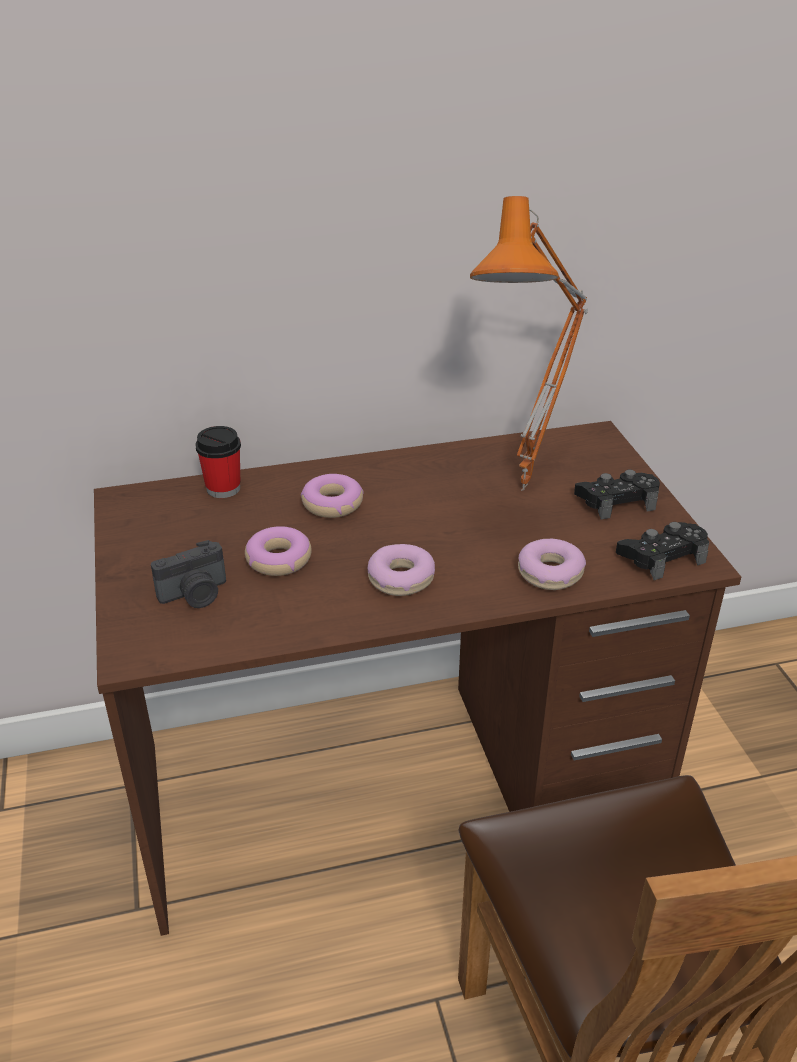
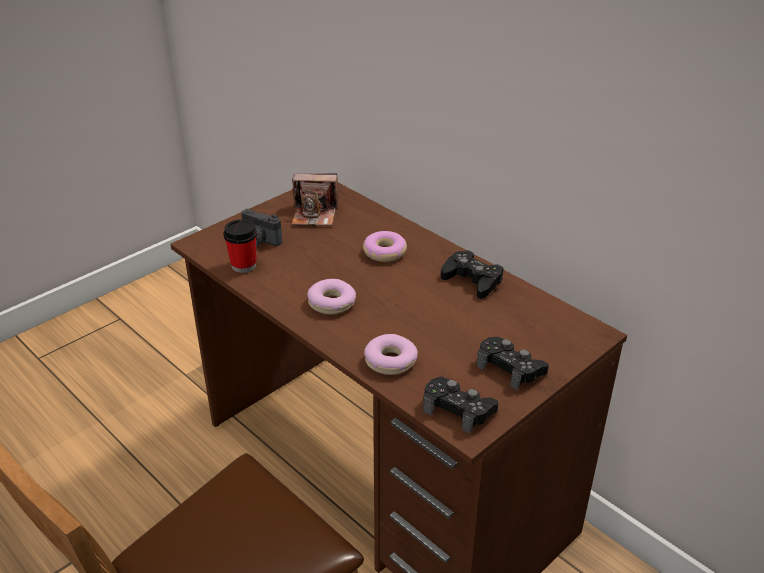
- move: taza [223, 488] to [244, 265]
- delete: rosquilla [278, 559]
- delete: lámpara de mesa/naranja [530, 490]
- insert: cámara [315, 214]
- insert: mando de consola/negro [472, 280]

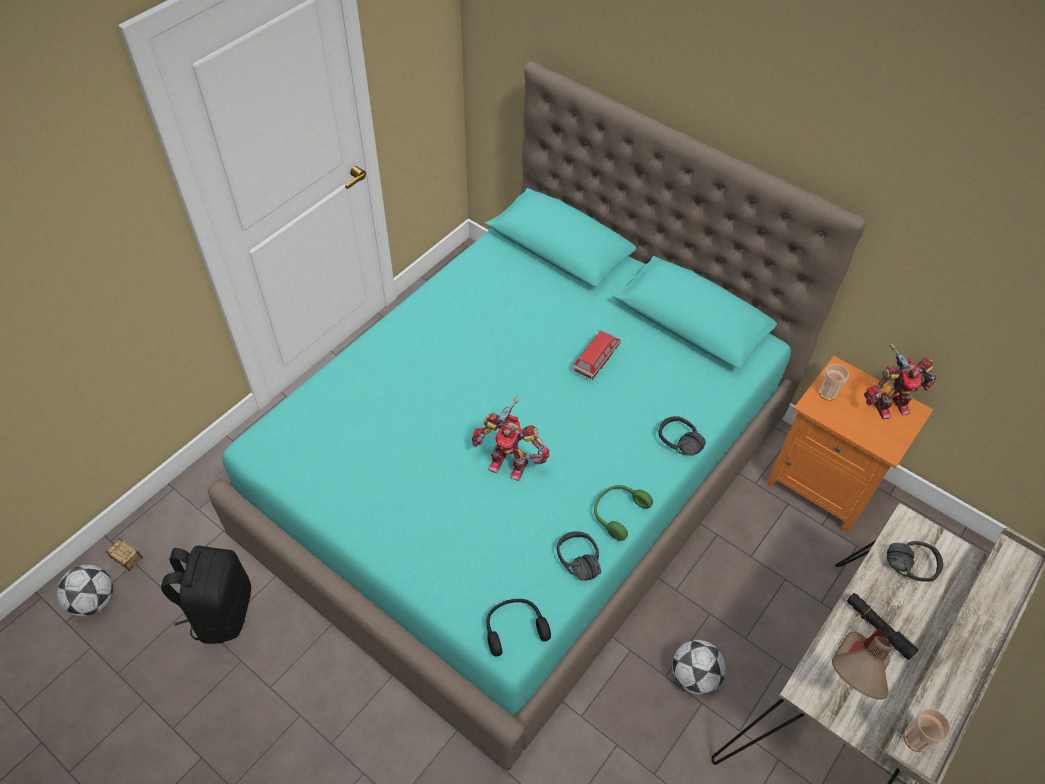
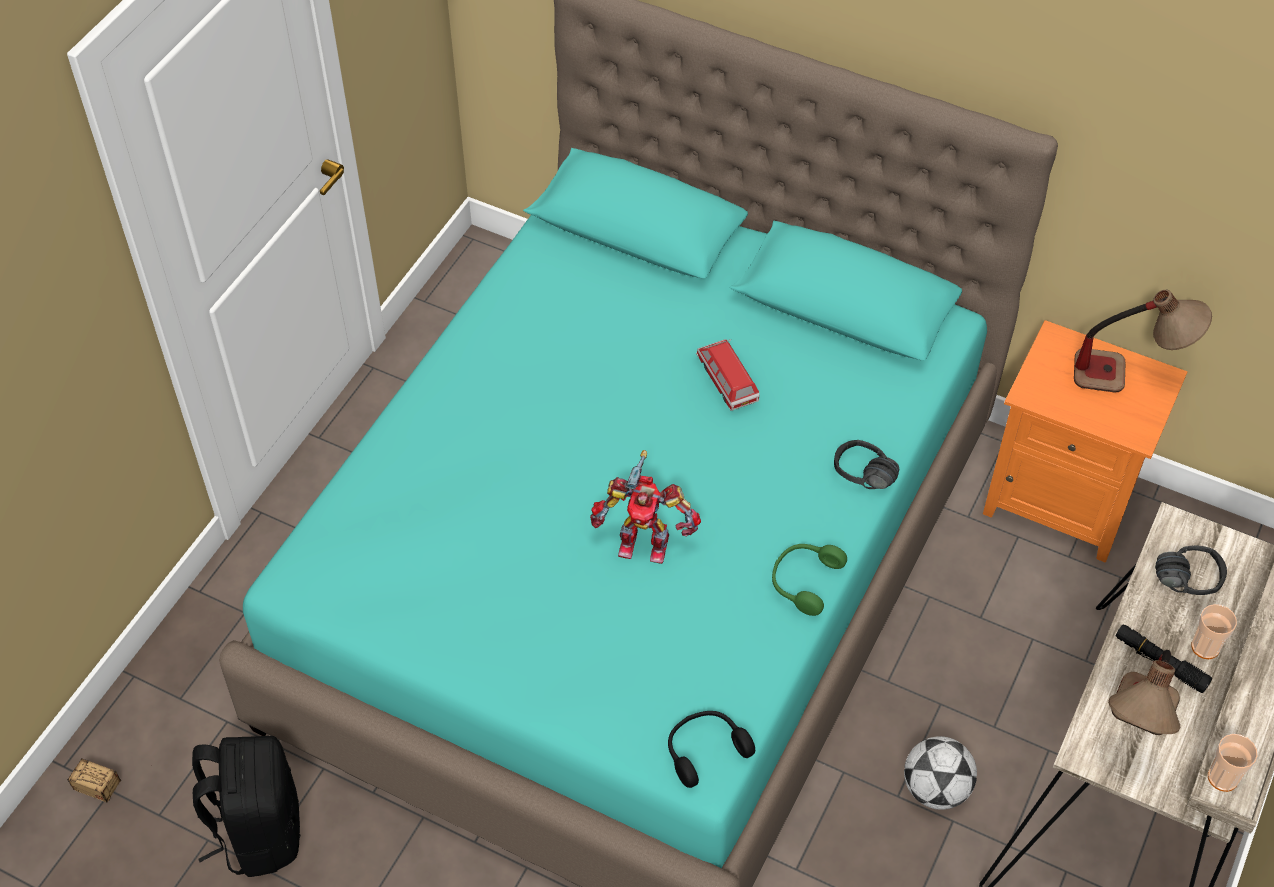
- delete: balón de fútbol [94, 601]
- delete: auriculares/negro [572, 564]
- rotate: coche de juguete [596, 359] = [727, 381] 45 degrees counterclockwise
- move: taza [827, 393] to [1205, 647]
- replace: robot de juguete [889, 405] to lámpara de mesa [1129, 375]

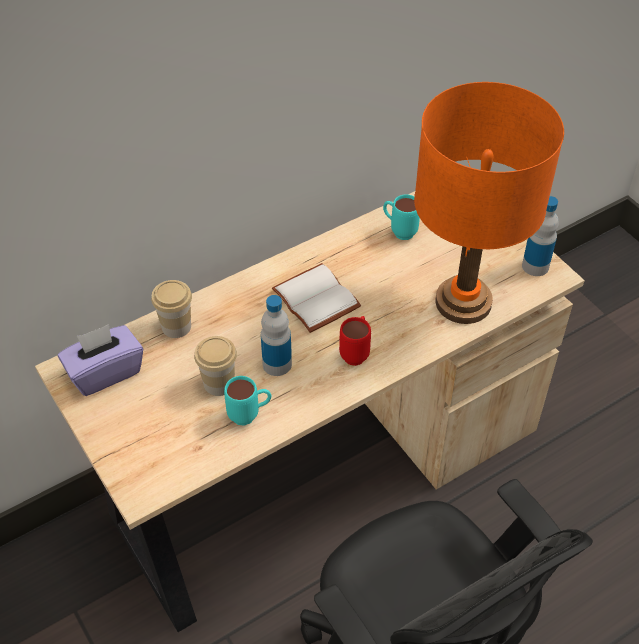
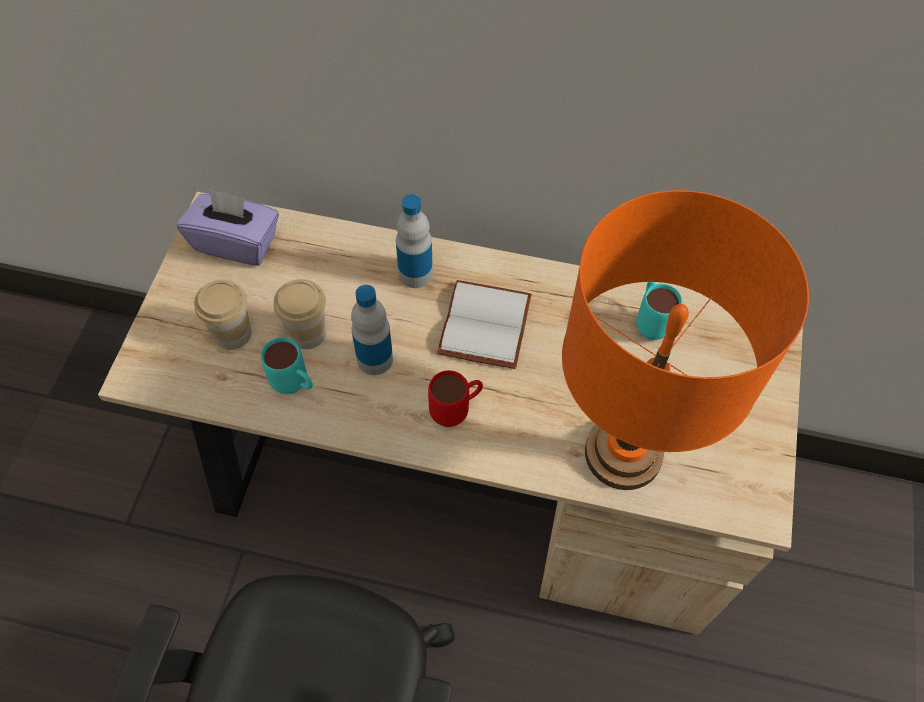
- move: taza [176, 326] to [232, 333]
- move: botella [535, 266] to [415, 274]

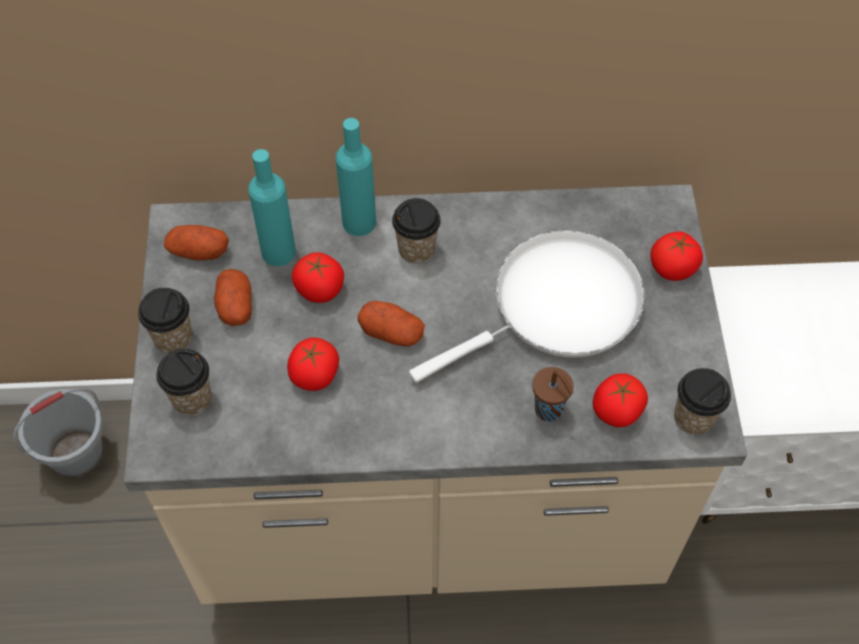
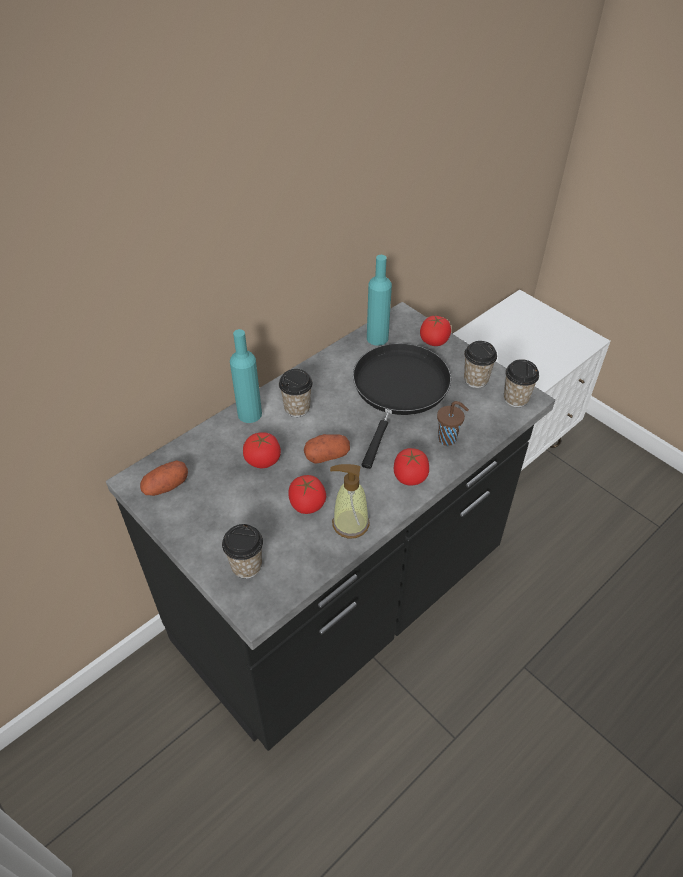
- delete: cubo/gris [77, 453]
- recolor: mueble bajo de cocina/beis [429, 506] to mueble bajo de cocina/negro [341, 601]
- move: taza [173, 338] to [476, 379]
- delete: patata [235, 306]
- move: botella/turquesa [278, 252] to [377, 338]
- recolor: sartén/blanco [557, 306] to sartén/negro [399, 390]
- move: tomate [617, 410] to [410, 476]
- insert: dispensador de jabón [350, 523]

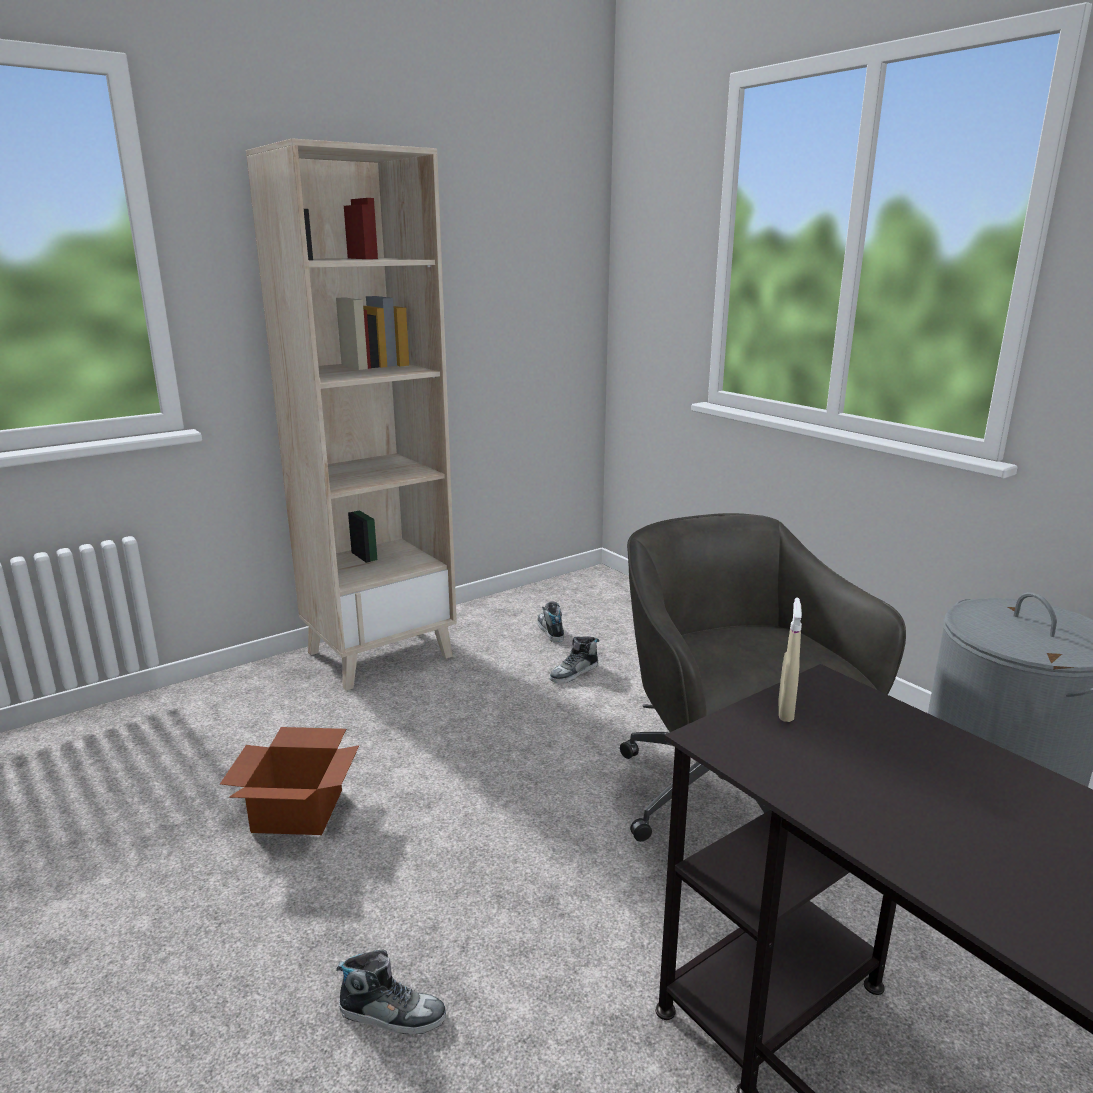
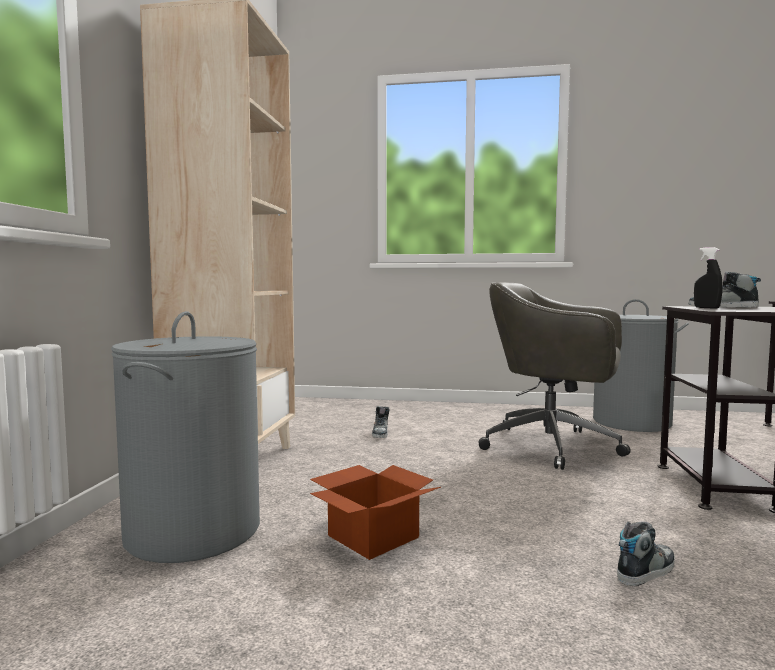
- move: zapato [550, 631] to [722, 307]
- recolor: pulverizador/beis [785, 711] to pulverizador/negro [706, 308]
- insert: cesto de la ropa/gris [193, 531]

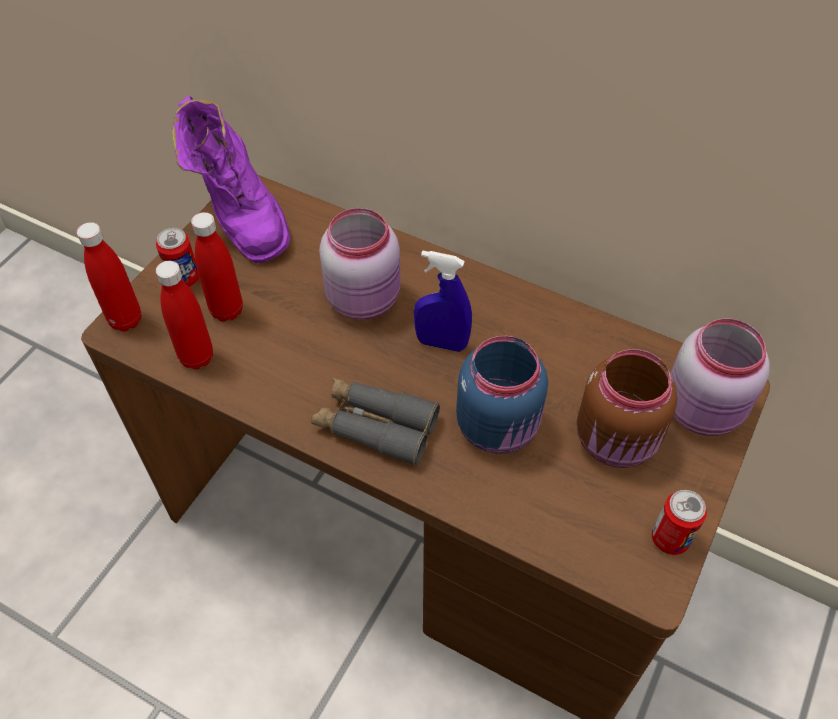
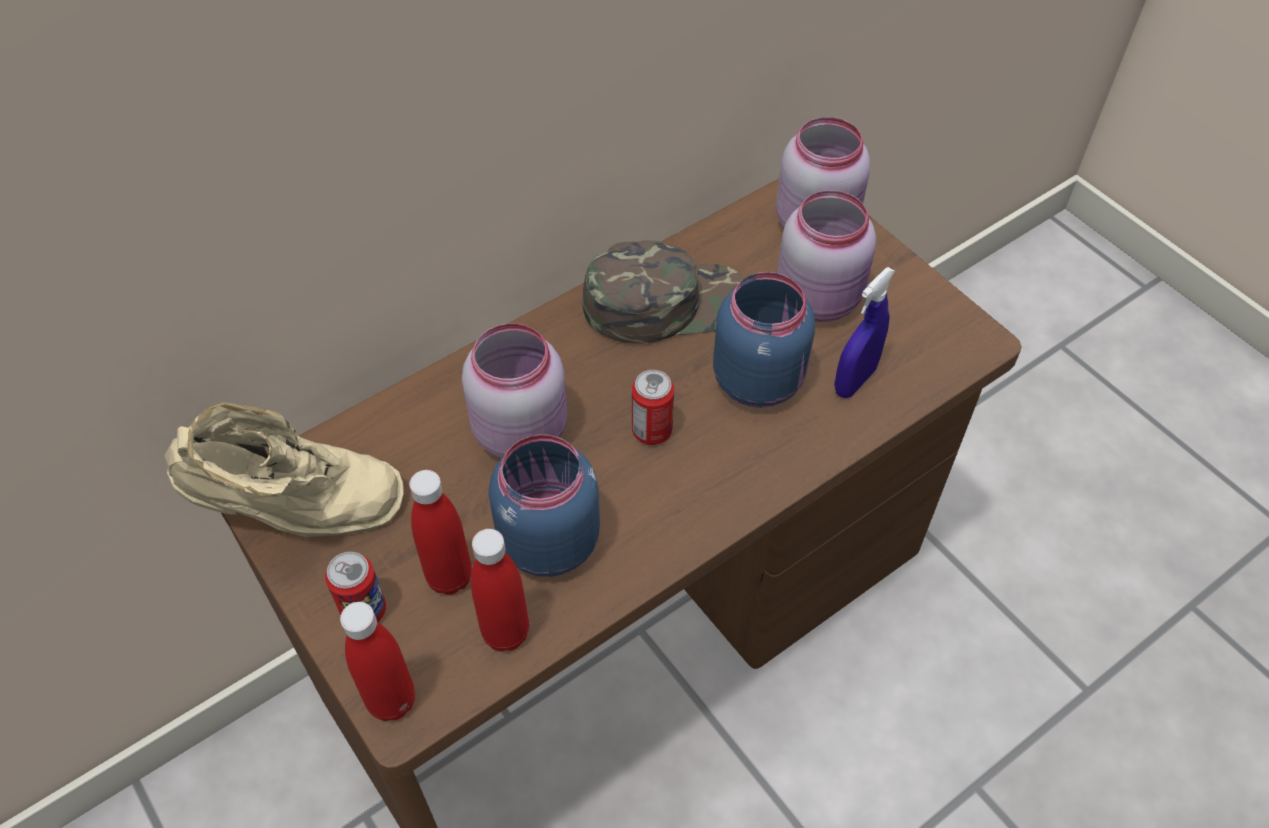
- recolor: bota/morado [241, 218] to bota/beis [299, 513]
- delete: prismáticos/gris [375, 426]
- move: pulverizador/azul [441, 343] to [854, 381]
- recolor: tarro/marrón [617, 442] to tarro/rosa [820, 298]
- move: lata [670, 539] to [652, 431]
- insert: tarro/azul [546, 541]
- insert: gorra/verde [665, 302]

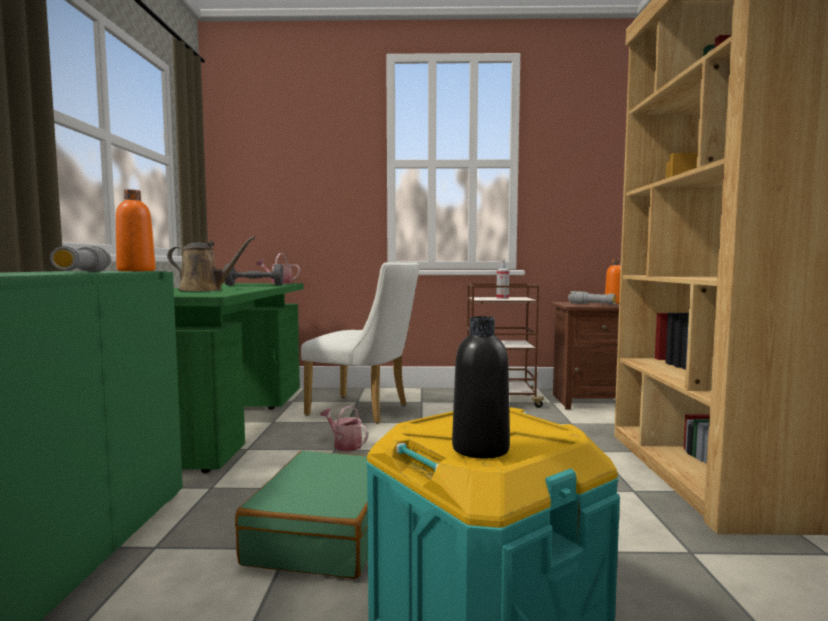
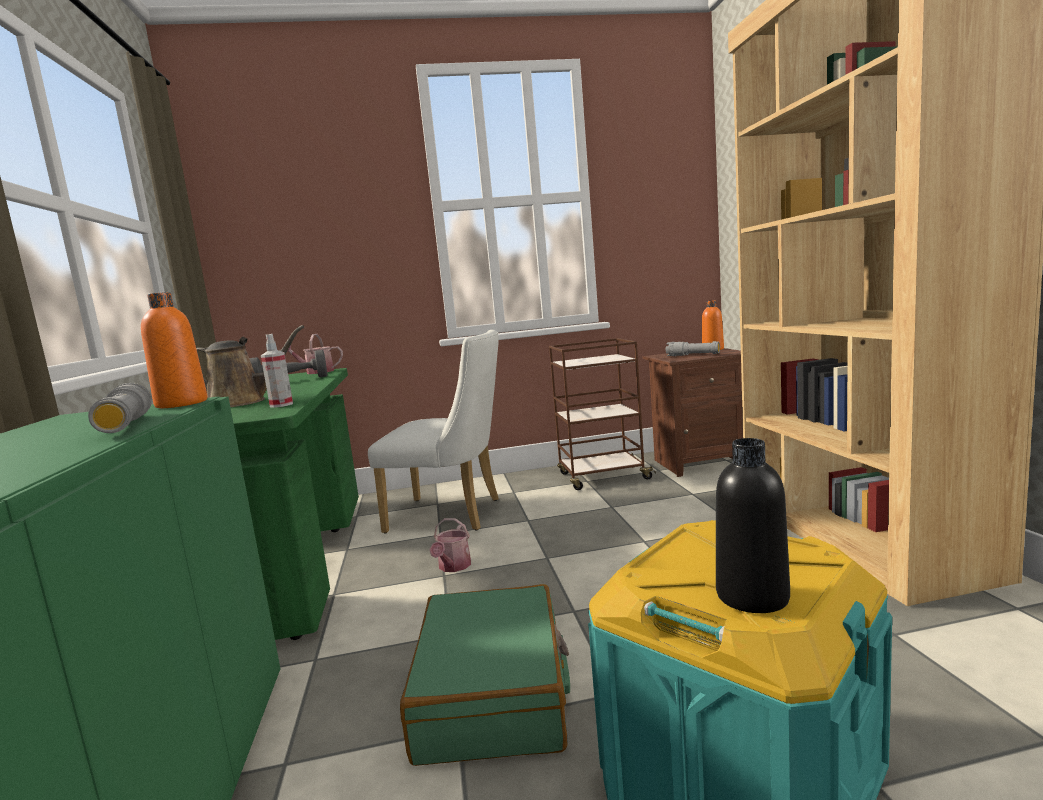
- rotate: regadera [344, 445] = [453, 567] 105 degrees counterclockwise
- move: pulverizador [502, 298] to [281, 405]

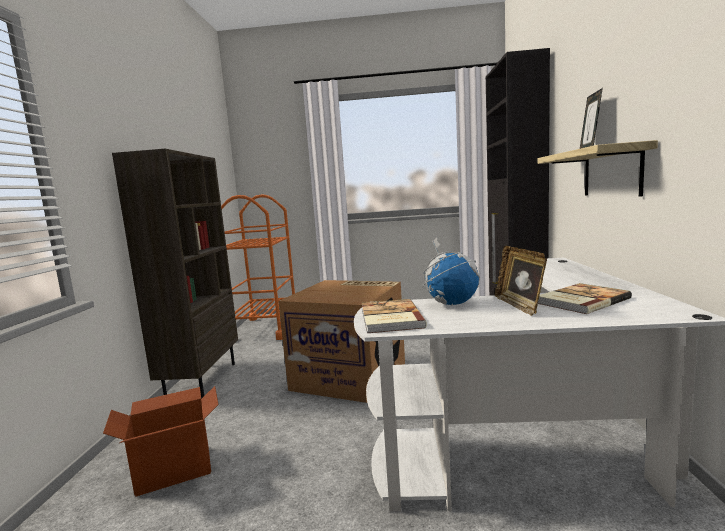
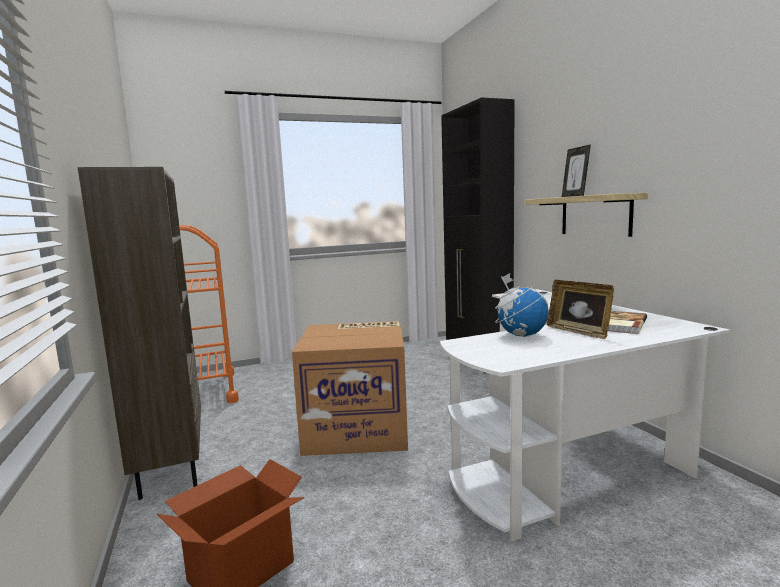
- delete: libro [389, 318]

